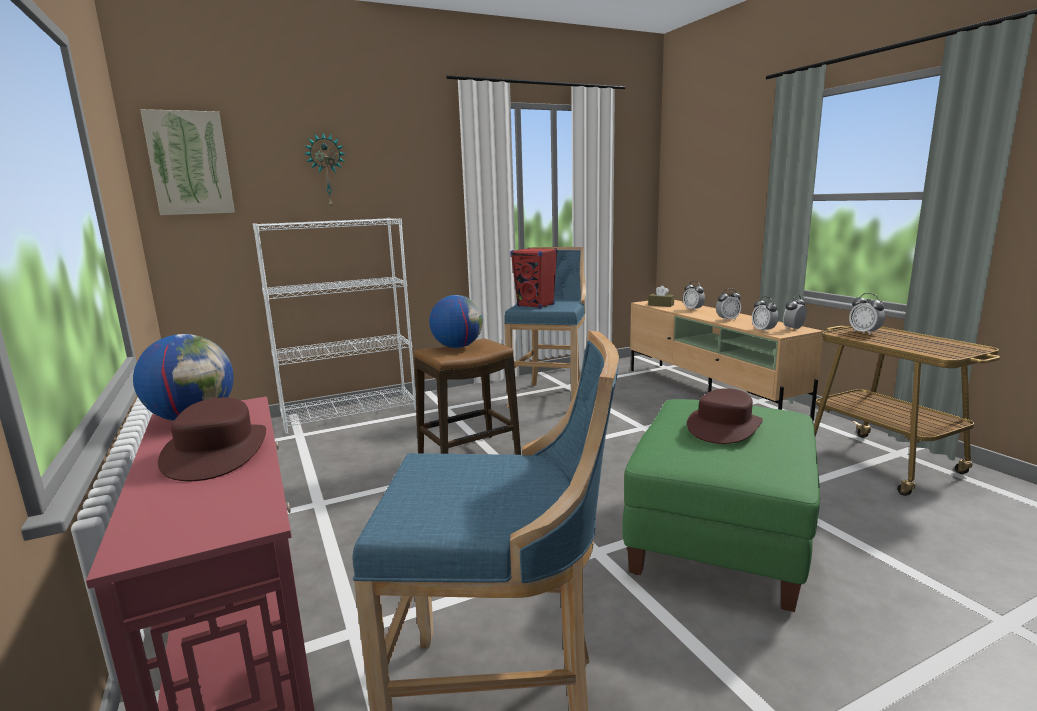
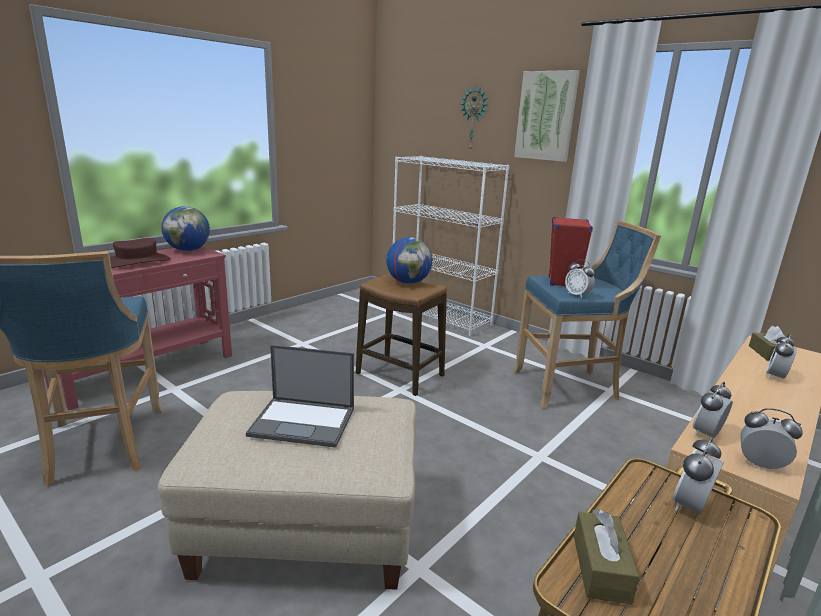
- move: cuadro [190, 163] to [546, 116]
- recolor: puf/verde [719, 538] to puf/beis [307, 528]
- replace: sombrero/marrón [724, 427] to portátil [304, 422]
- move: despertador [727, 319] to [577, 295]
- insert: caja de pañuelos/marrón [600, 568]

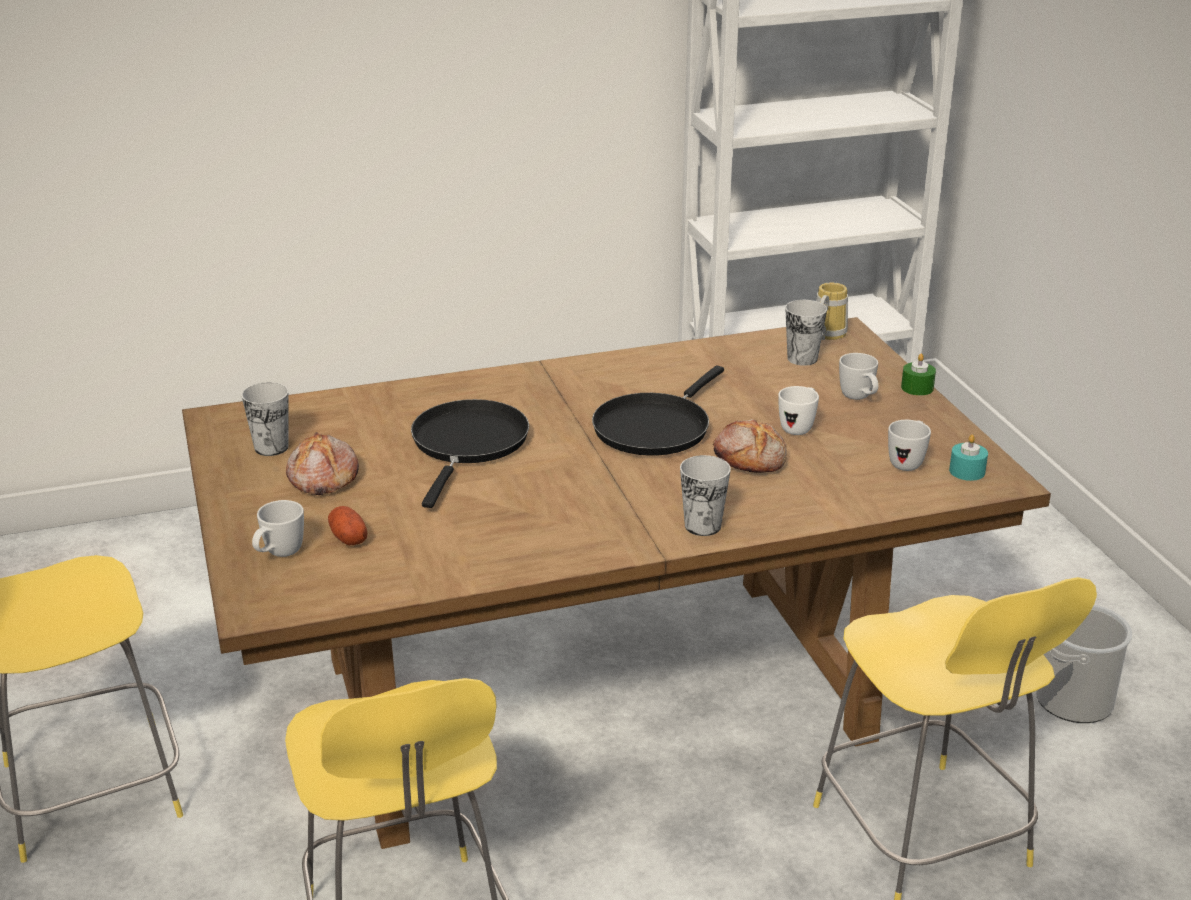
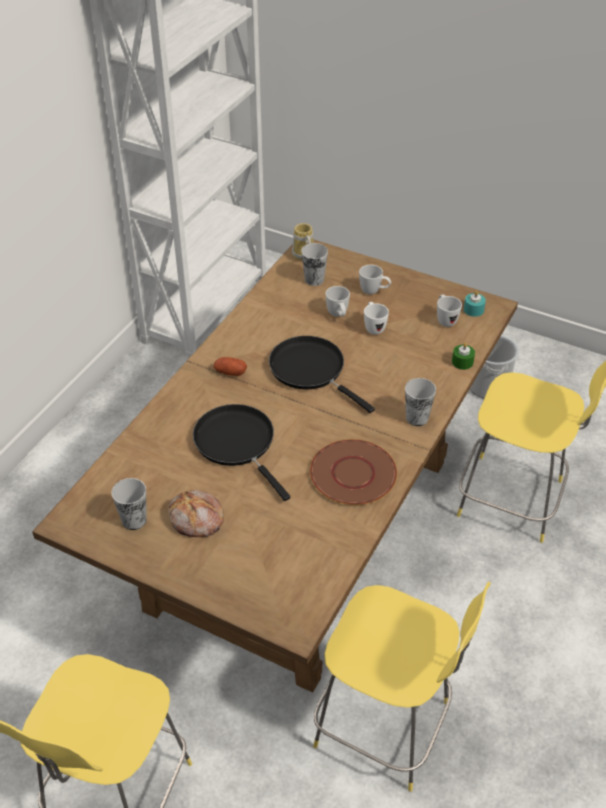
- move: taza grande/blanco [279, 555] to [338, 315]
- move: patata [348, 537] to [230, 372]
- rotate: sartén/negro [655, 427] = [311, 370] 150 degrees clockwise
- delete: pan [750, 458]
- move: vela/verde [917, 388] to [462, 362]
- insert: plato/marrón [352, 473]

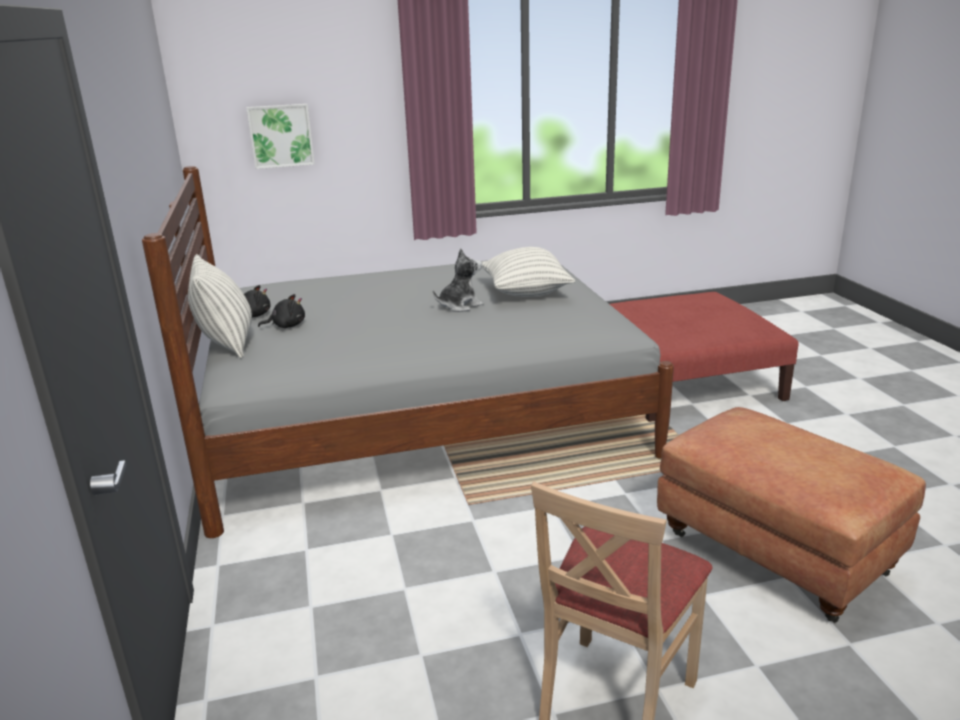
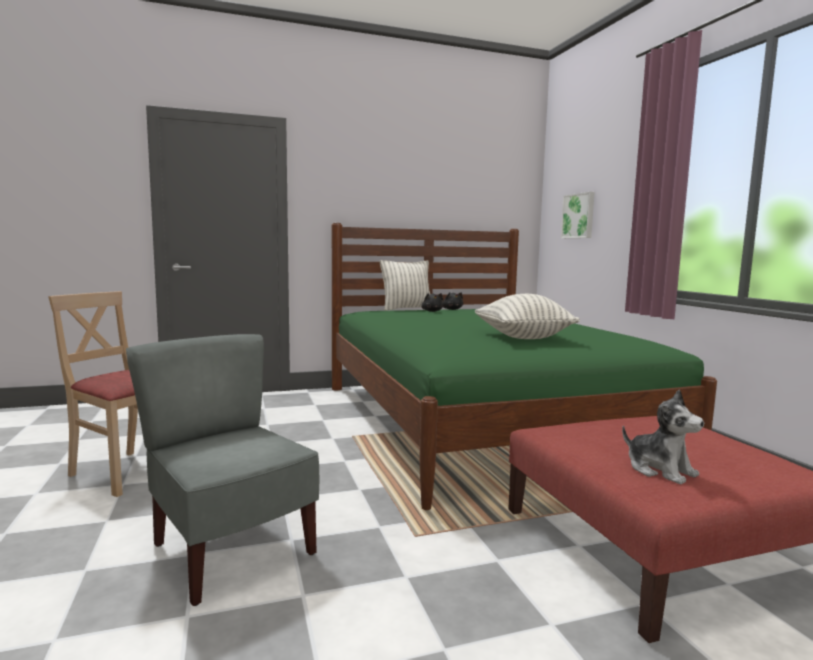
- recolor: cama/gris [421, 418] to cama/verde [480, 422]
- move: peluche [459, 306] to [660, 470]
- replace: puf/marrón [773, 556] to silla/gris [230, 551]

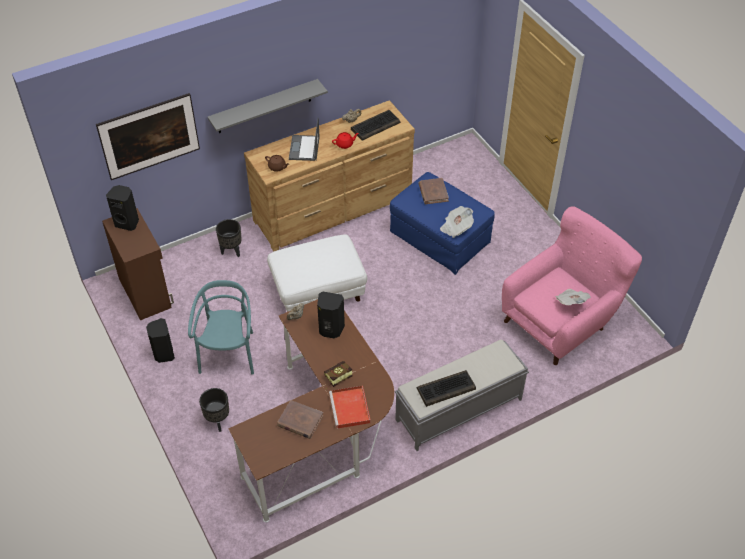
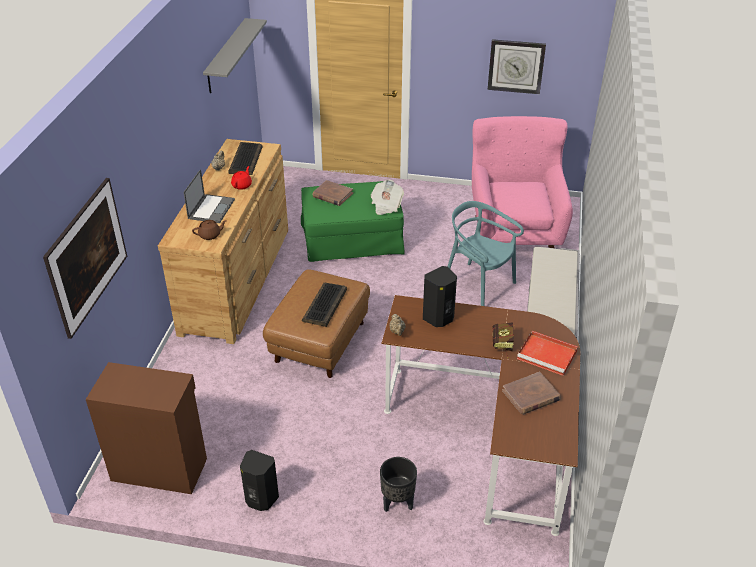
- delete: altavoz/negro [127, 223]
- move: silla/turquesa [229, 353] to [478, 285]
- move: estante/gris [264, 106] to [226, 56]
- delete: maceta/negro [231, 251]
- recolor: puf/blanco [318, 290] to puf/marrón [319, 341]
- rotate: portátil [304, 148] = [211, 208] 120 degrees counterclockwise
- recolor: puf/azul [439, 237] to puf/verde [351, 240]
- move: teclado [445, 389] to [325, 306]
- delete: periódico [571, 302]
- insert: reloj de pared [516, 66]

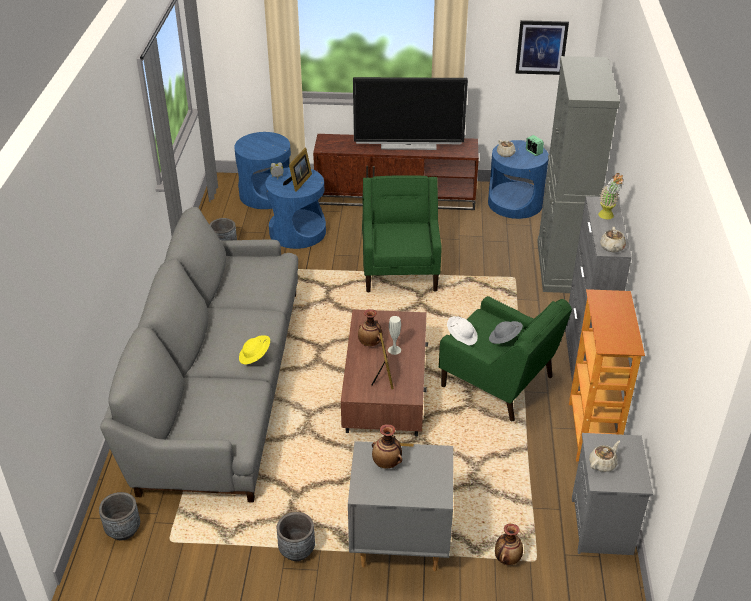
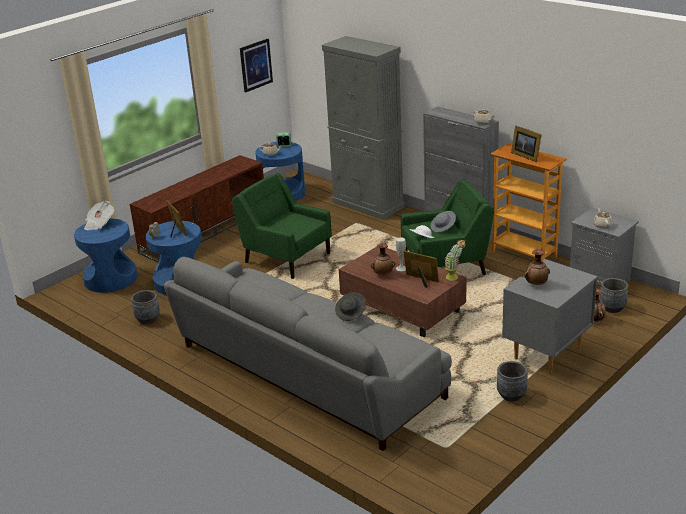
- move: maceta/gris [123, 530] to [612, 308]
- recolor: sombrero/amarillo [255, 356] to sombrero/gris [351, 313]
- delete: televisor [408, 145]
- move: planta en maceta [607, 217] to [455, 278]
- insert: periódico [99, 224]
- insert: portarretratos [526, 155]

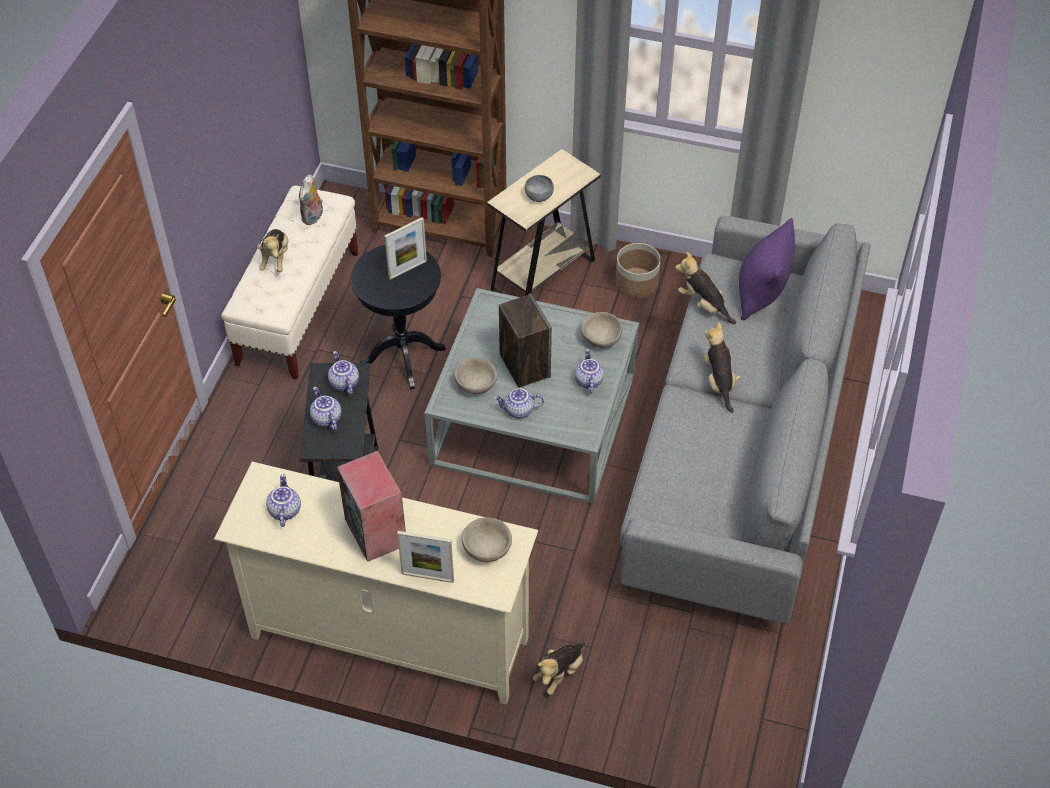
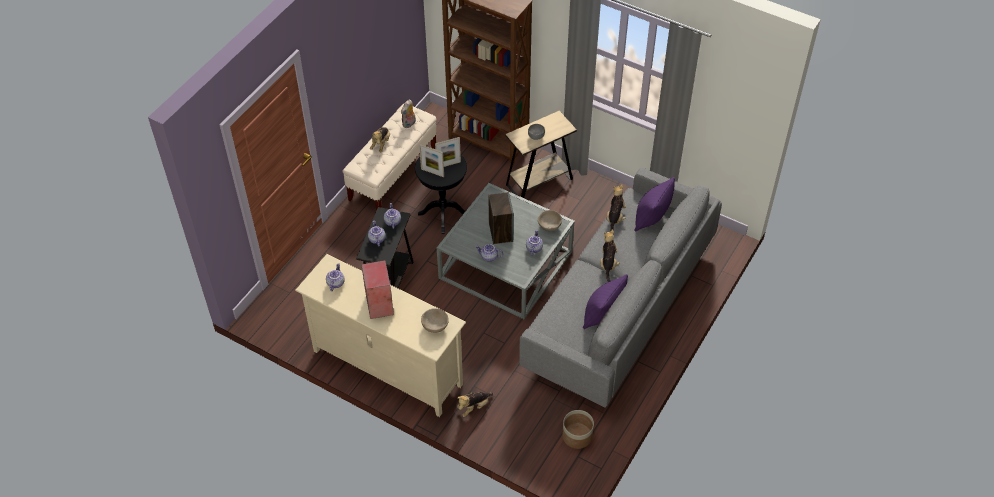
- move: portarretratos [427, 577] to [432, 172]
- delete: cuenco/beis [476, 385]
- move: maceta [636, 284] to [577, 436]
- rotate: peluche [703, 305] = [615, 218] 45 degrees clockwise
- insert: cojín/morado [602, 315]

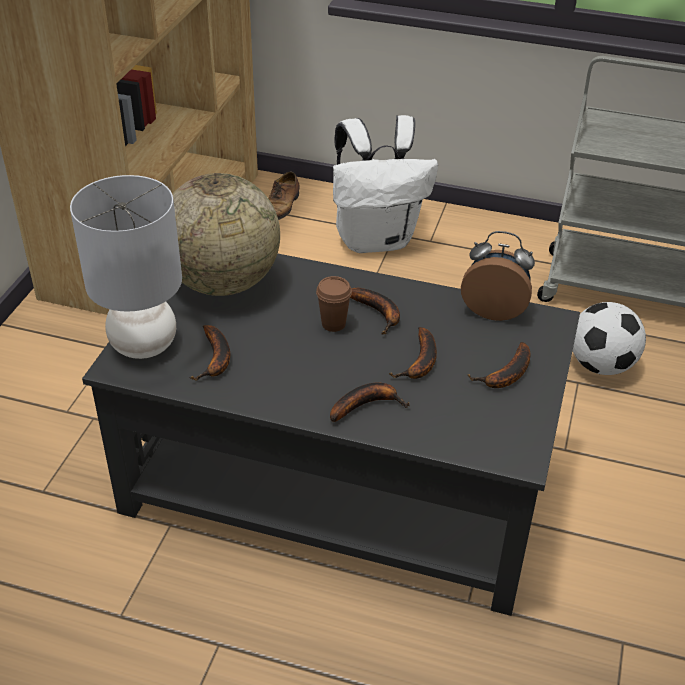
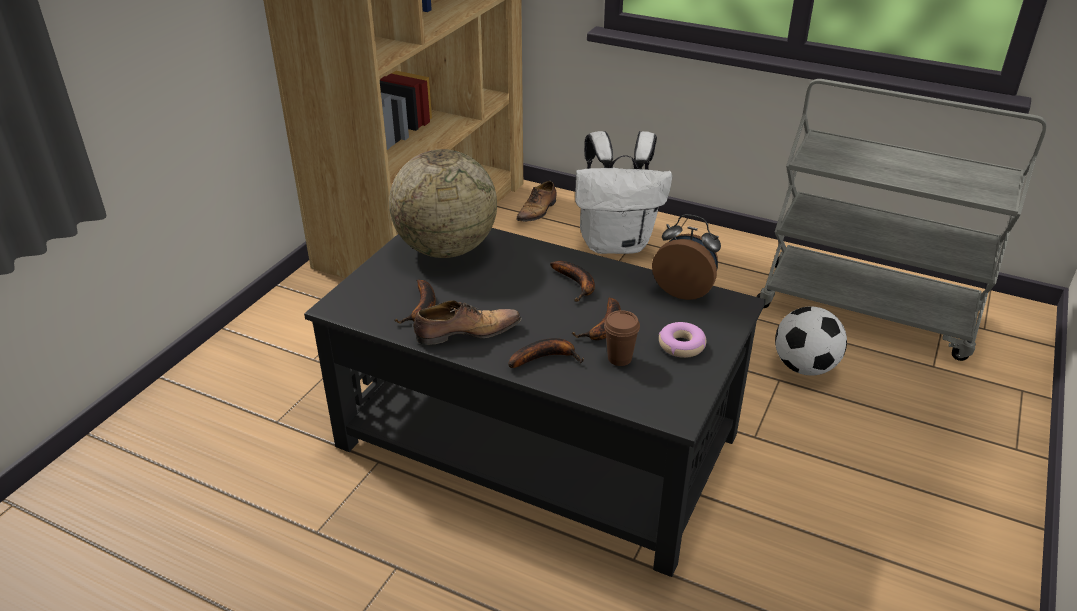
- delete: lámpara de mesa/gris [142, 344]
- move: taza/marrón [333, 324] to [619, 358]
- replace: plátano [506, 375] to rosquilla [681, 345]
- insert: zapato [465, 333]

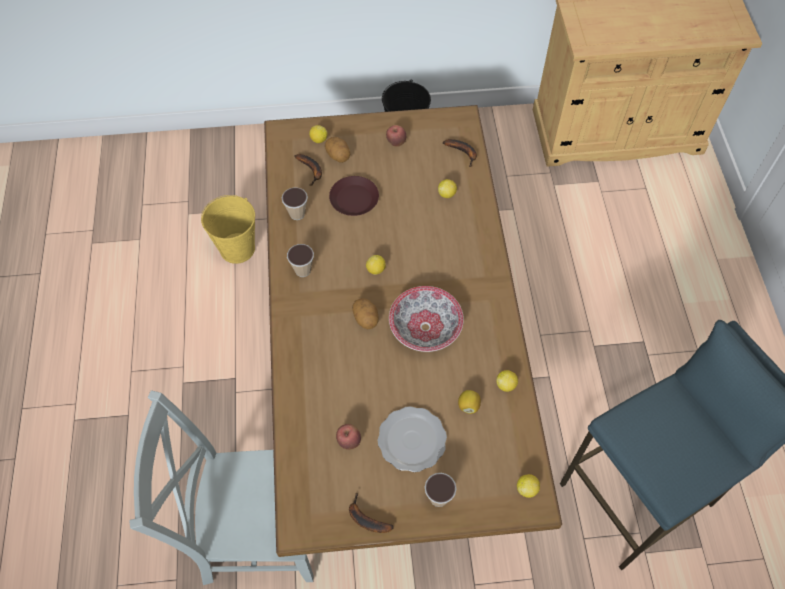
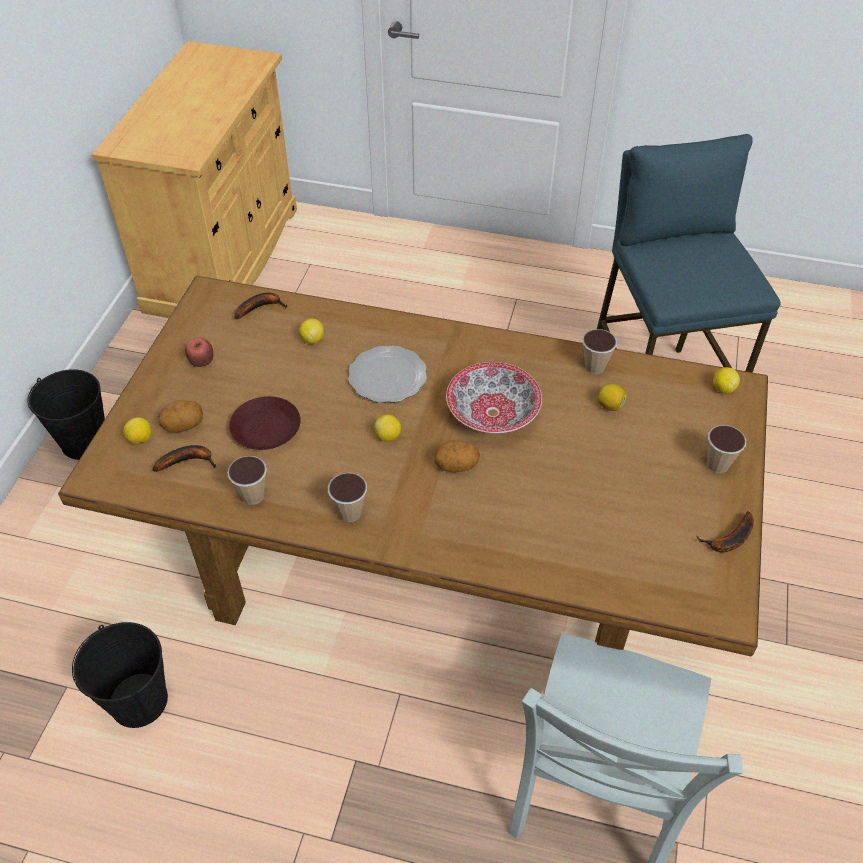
- recolor: cubo/amarillo [237, 248] to cubo/negro [139, 700]
- delete: manzana [349, 441]
- move: plato [412, 441] to [389, 376]
- replace: limón [506, 385] to taza [594, 367]

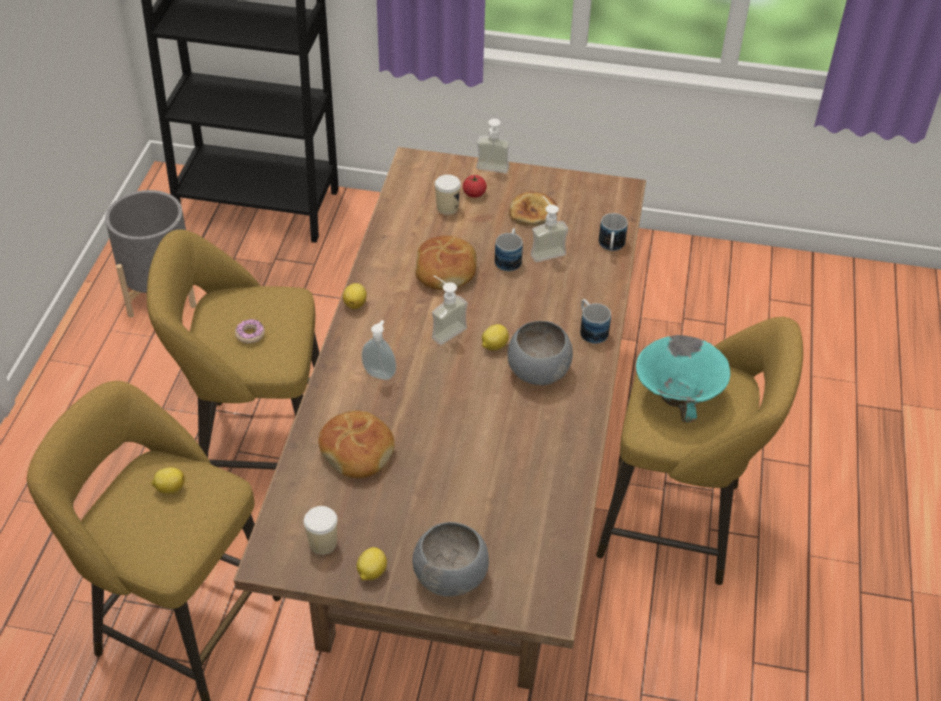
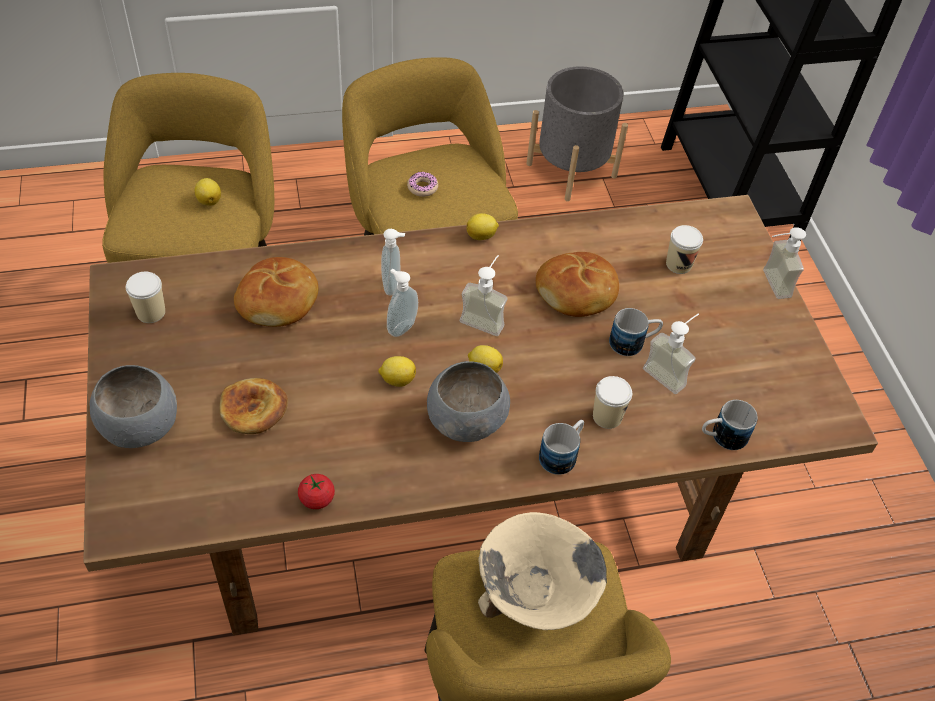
- move: limón [371, 572] to [397, 379]
- move: tomate [474, 194] to [317, 499]
- move: pan [533, 212] to [253, 409]
- recolor: cuenco/turquesa [678, 395] to cuenco/beis [536, 593]
- insert: dispensador de jabón [400, 327]
- insert: taza [607, 416]

